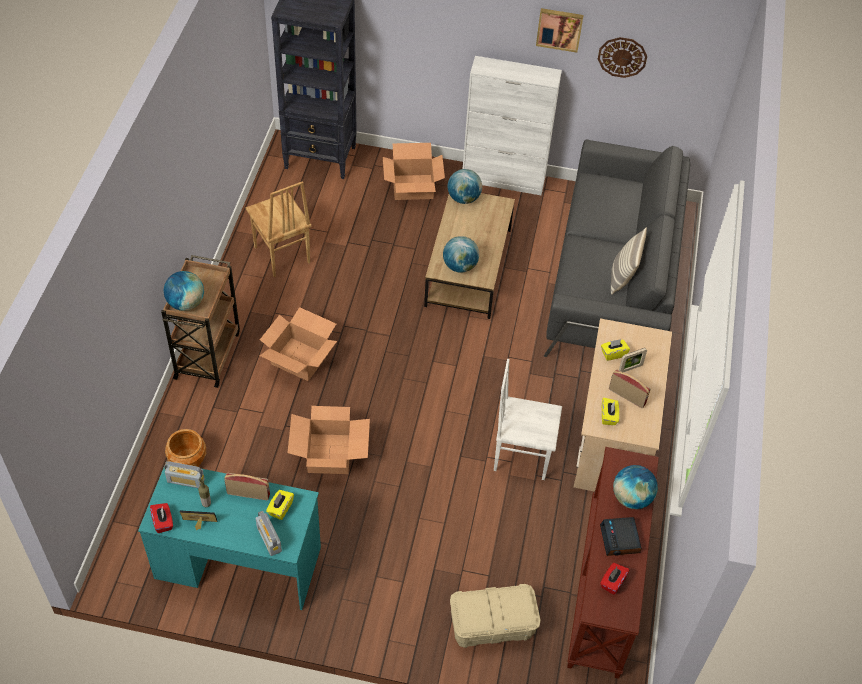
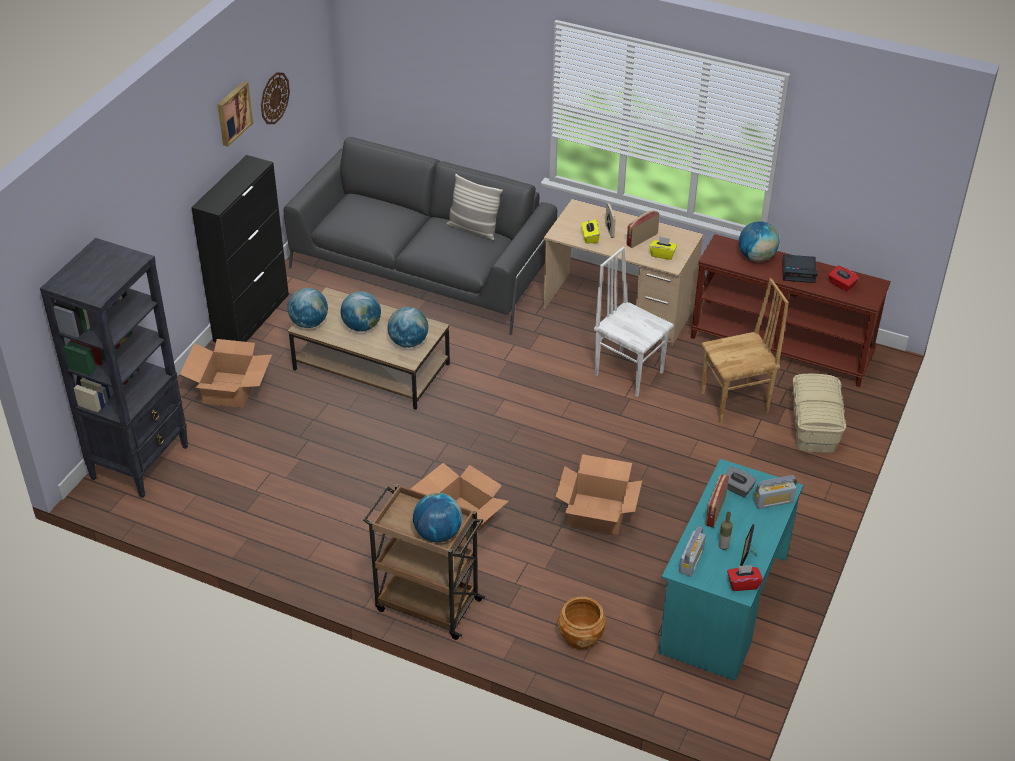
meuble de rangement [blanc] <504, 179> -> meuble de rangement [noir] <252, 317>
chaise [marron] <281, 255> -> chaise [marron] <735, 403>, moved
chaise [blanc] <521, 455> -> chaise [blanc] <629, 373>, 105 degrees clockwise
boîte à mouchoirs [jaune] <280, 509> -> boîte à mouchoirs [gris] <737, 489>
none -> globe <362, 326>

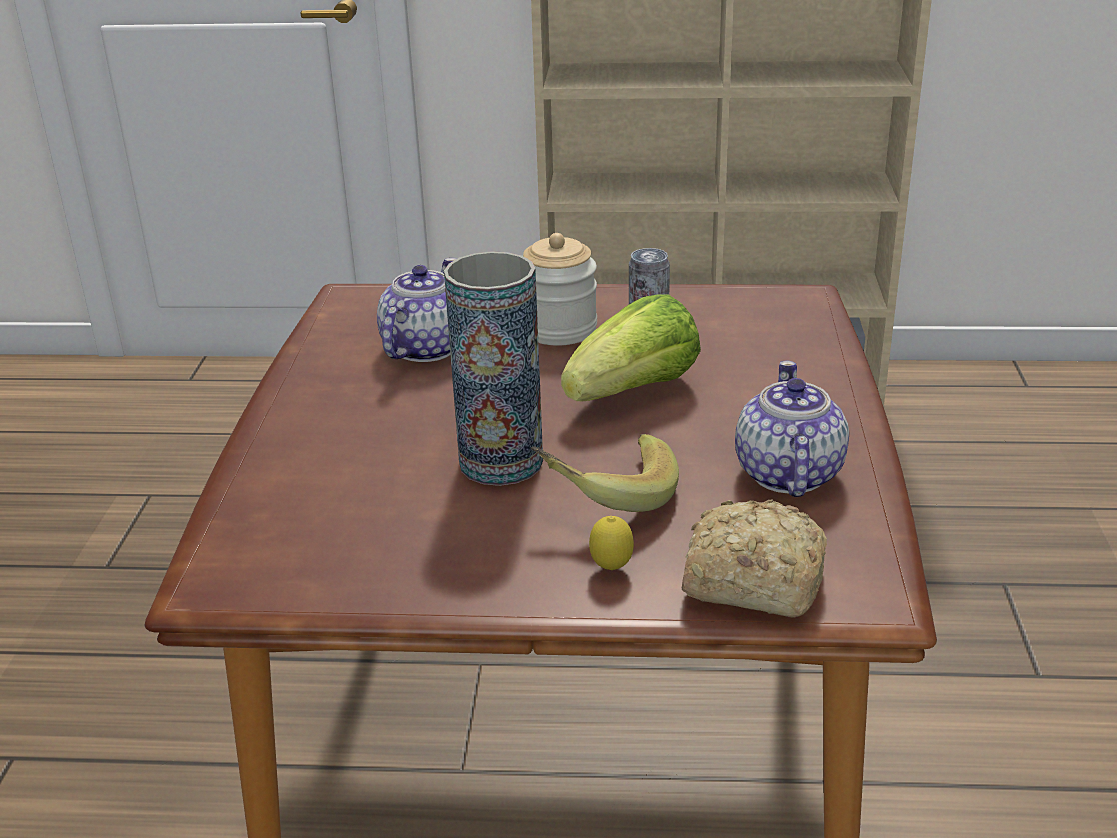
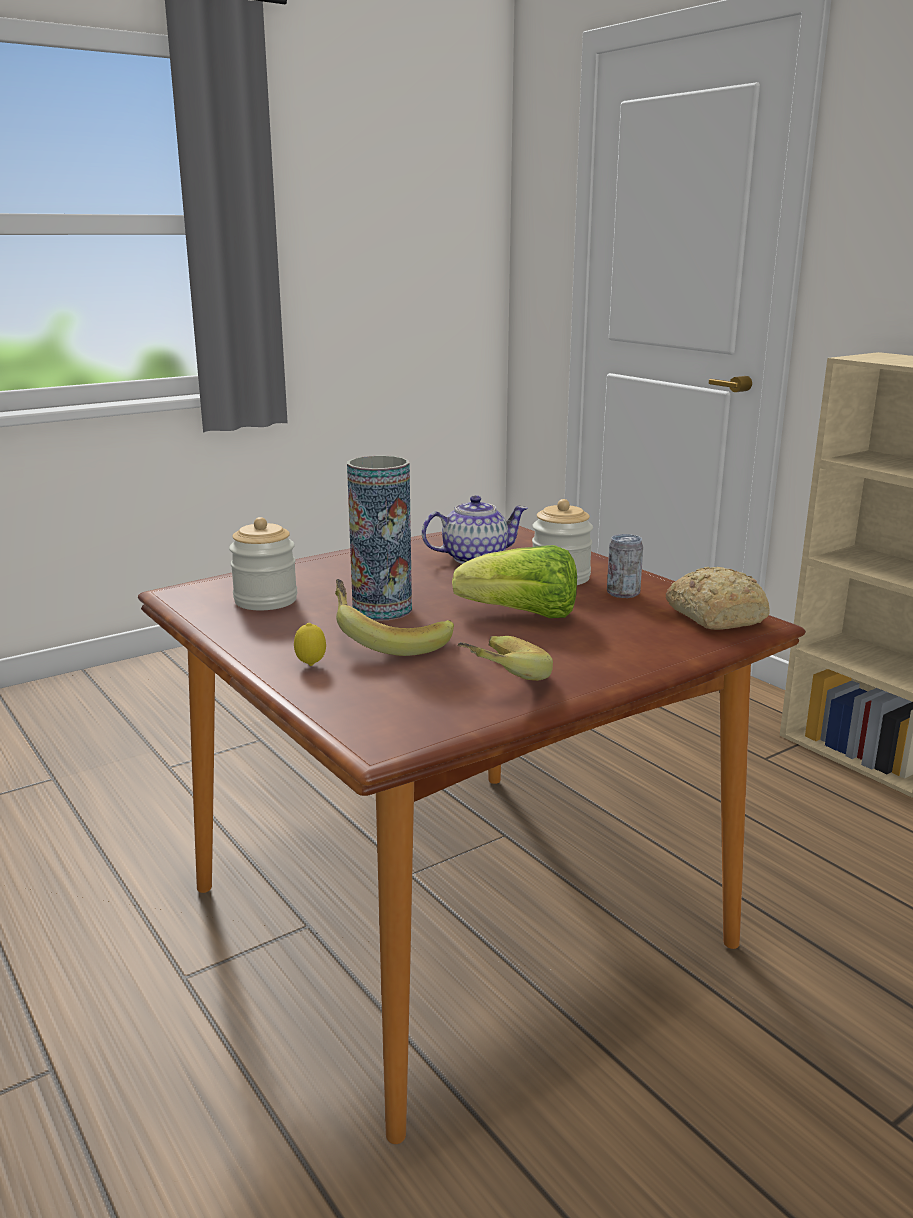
théière <787, 474> -> banane <495, 681>
pain <749, 580> -> pain <716, 616>, moved
none -> bocal <265, 600>

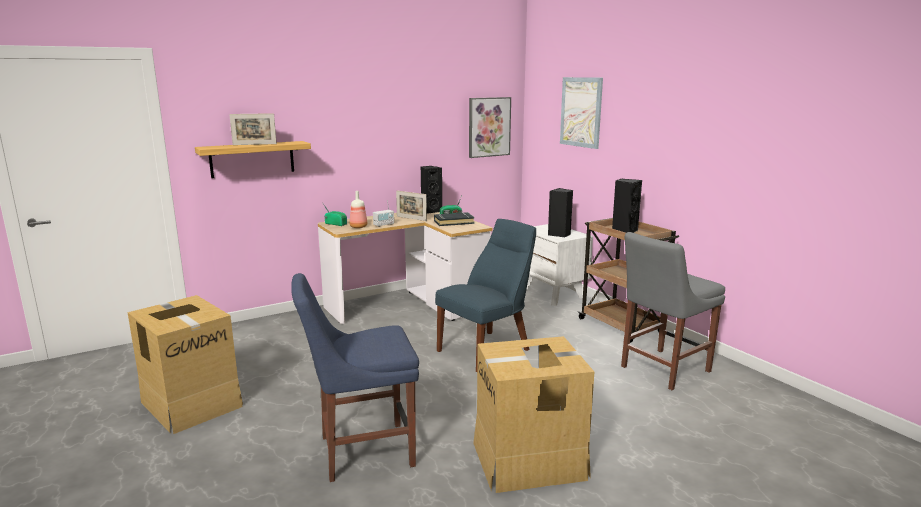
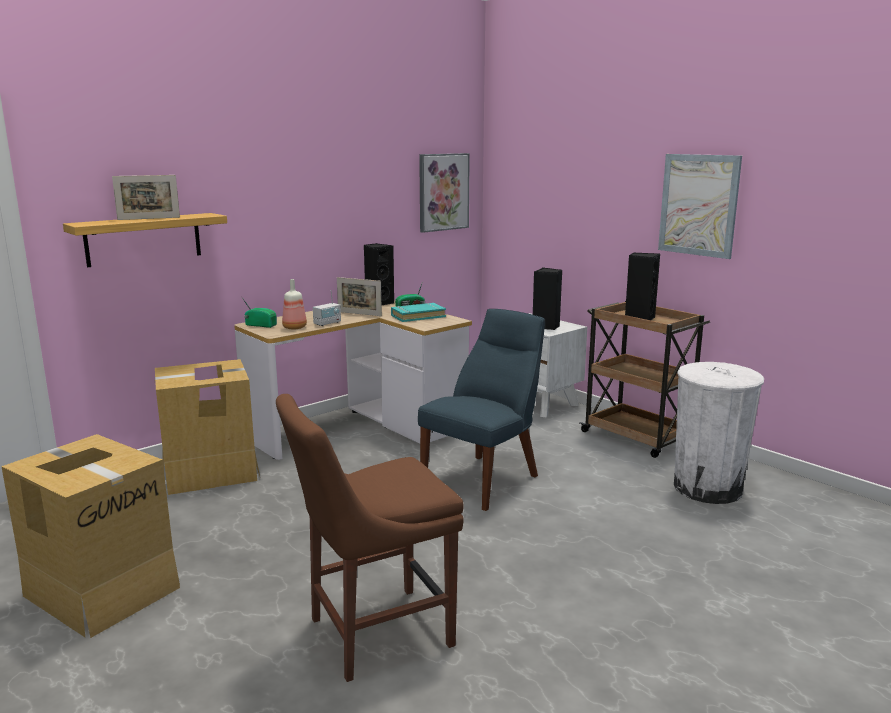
tableau <581, 112> -> tableau <698, 205>, moved
livre [noir] <453, 222> -> livre [turquoise] <418, 316>
chaise [gris] <662, 370> -> poubelle [blanc] <707, 488>
chaise [bleu] <361, 451> -> chaise [marron] <373, 633>
carton <530, 460> -> carton <210, 472>, moved

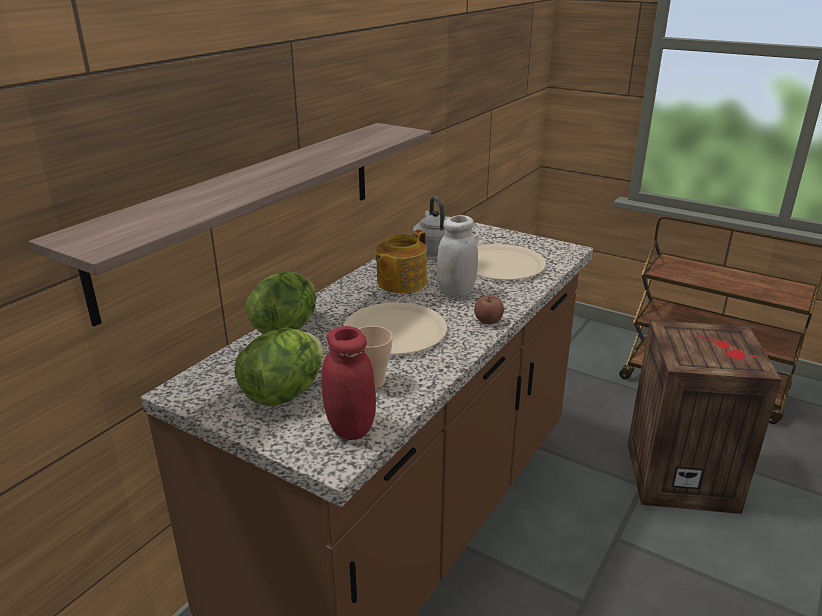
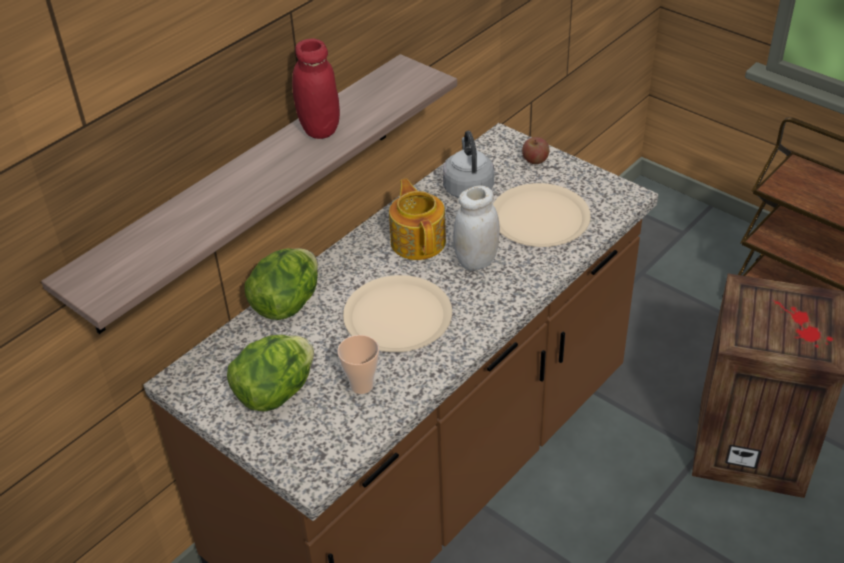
théière <400, 282> -> théière <418, 241>, 120 degrees clockwise
pomme <488, 320> -> pomme <535, 160>, moved
bocal [rouge] <350, 428> -> bocal [rouge] <319, 129>, moved

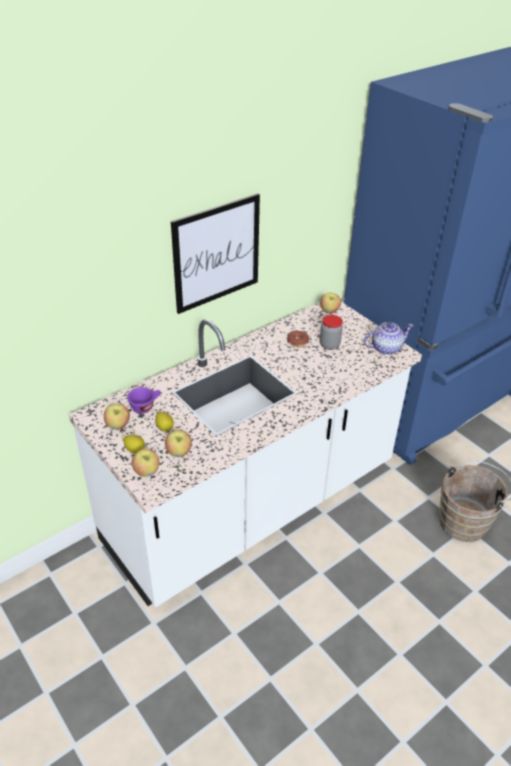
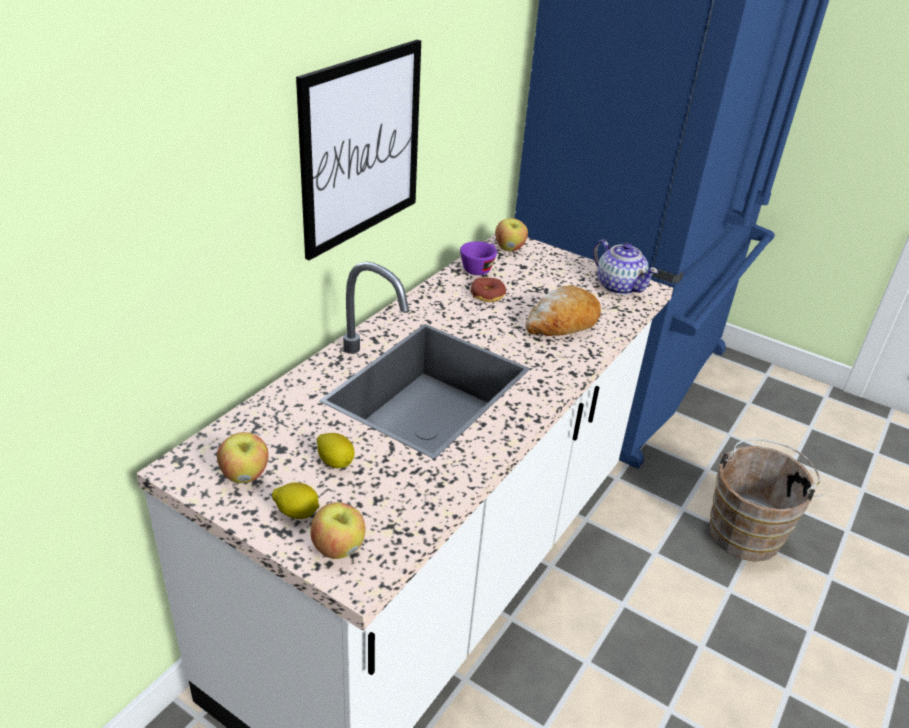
bocal <329, 345> -> none
théière <385, 348> -> théière <619, 286>, 90 degrees clockwise
tasse [violet] <145, 406> -> tasse [violet] <479, 268>, moved
pomme <179, 452> -> none
none -> pain <561, 324>

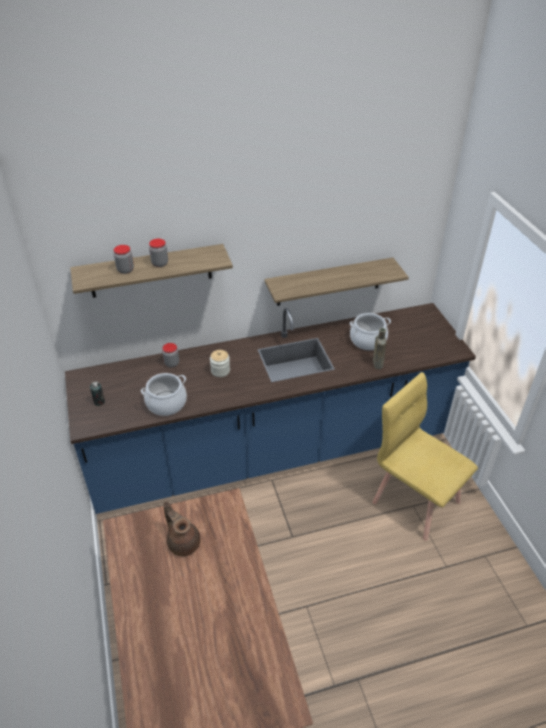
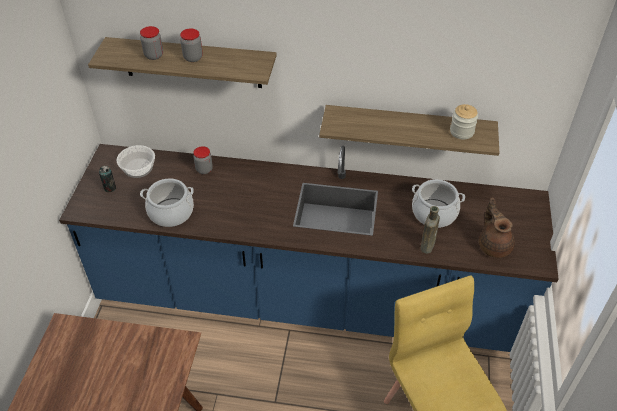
bocal <220, 371> -> bocal <461, 132>, moved
théière [marron] <183, 542> -> théière [marron] <494, 245>, moved
none -> bol <138, 168>

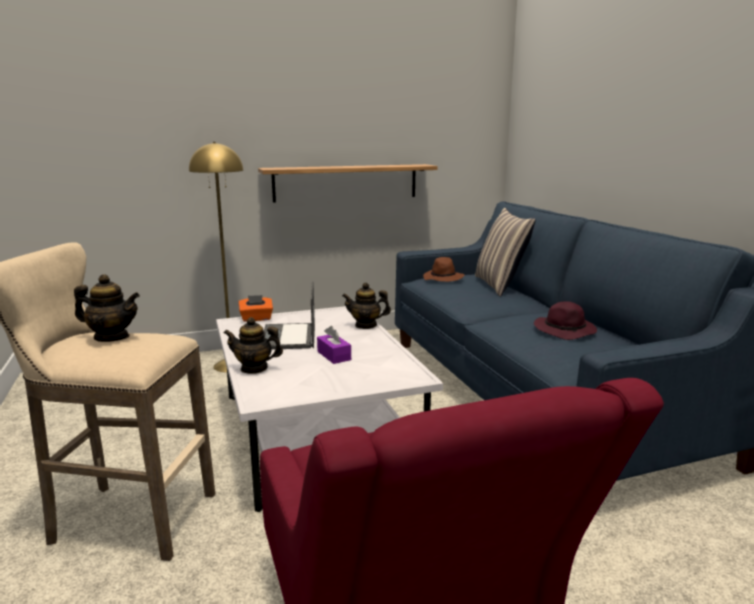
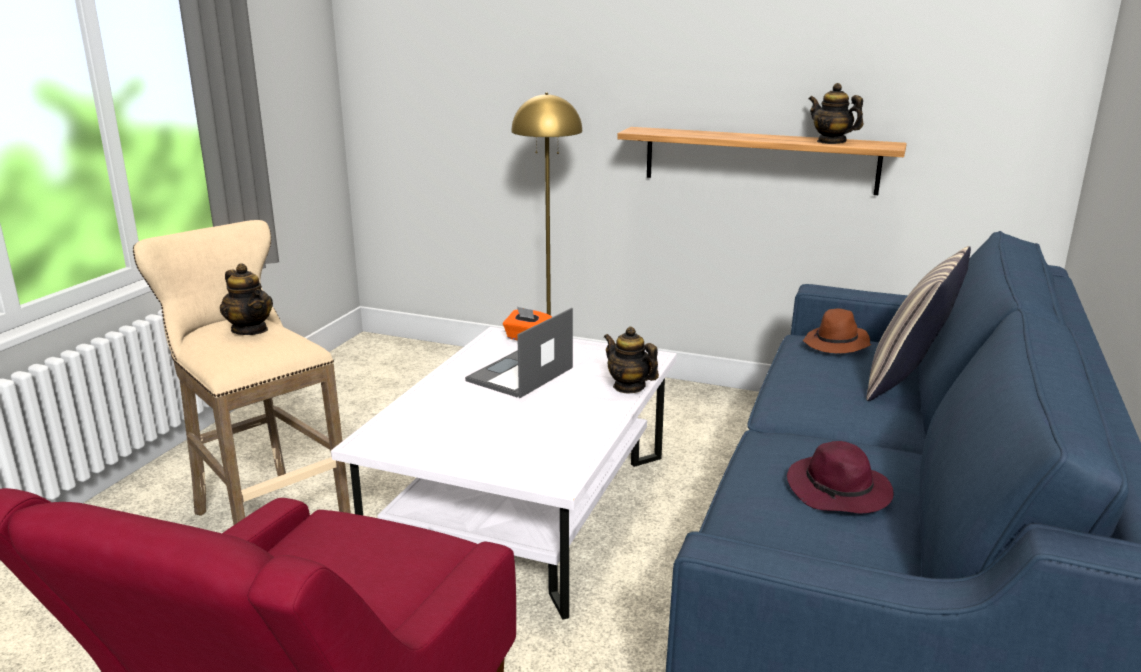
théière <254, 368> -> théière <831, 142>, moved
boîte à mouchoirs [violet] <334, 355> -> none

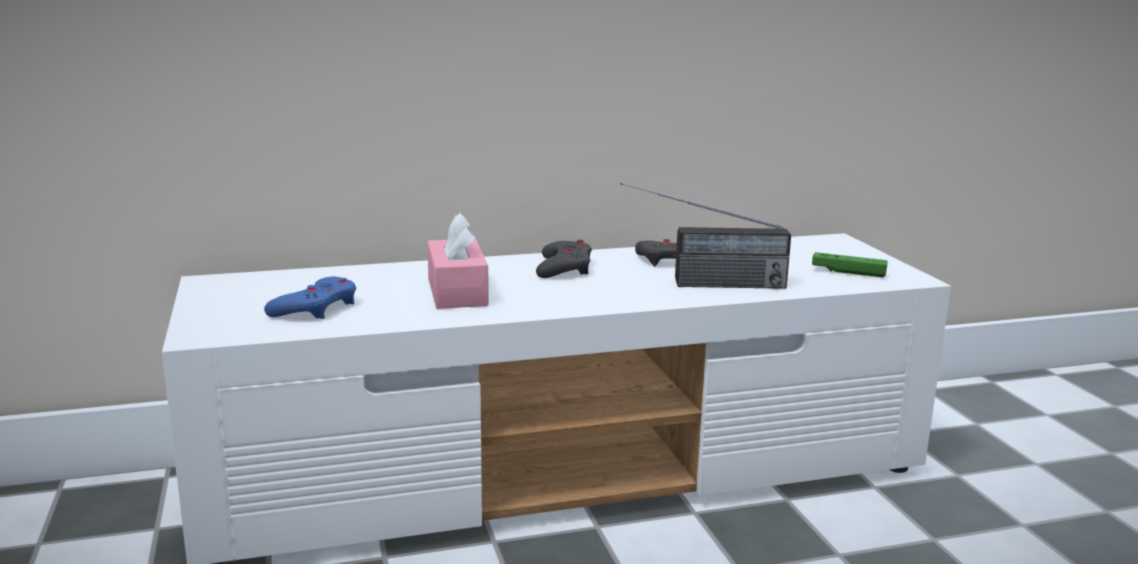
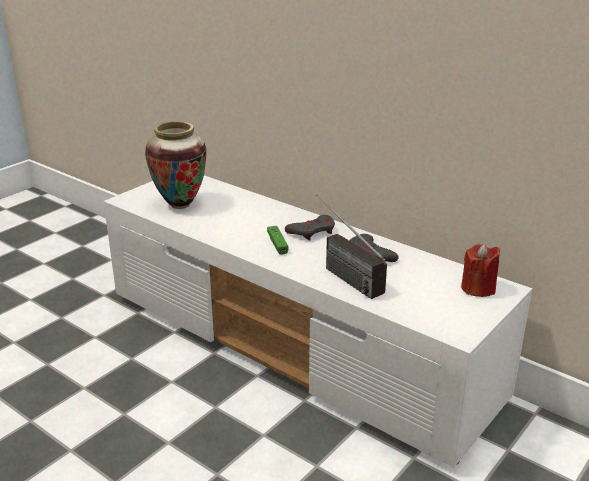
boîte à mouchoirs [rose] <457, 292> -> none
manette [vert] <848, 272> -> manette [vert] <277, 244>, moved
manette [bleu] <316, 307> -> vase <180, 205>
none -> bougie [rouge] <478, 288>

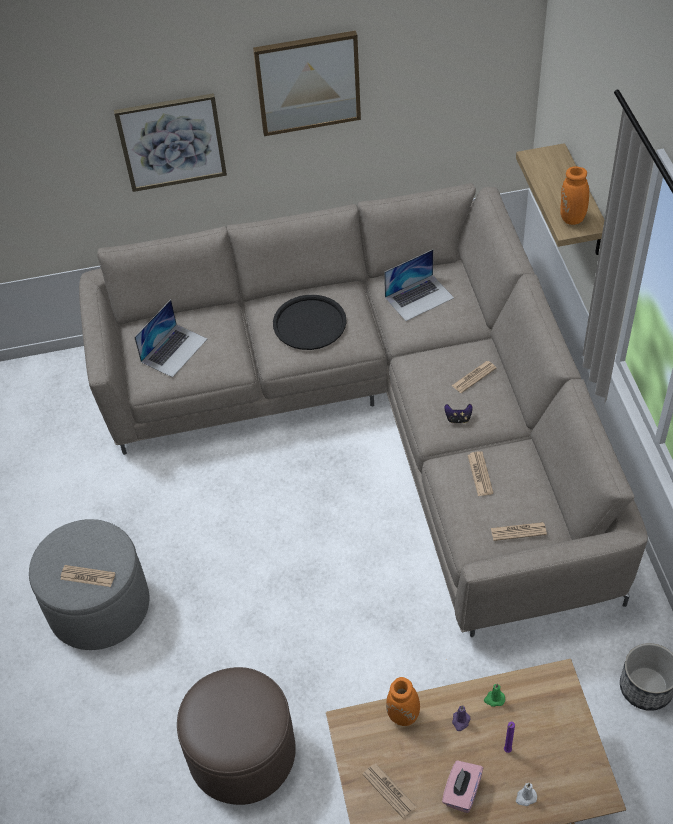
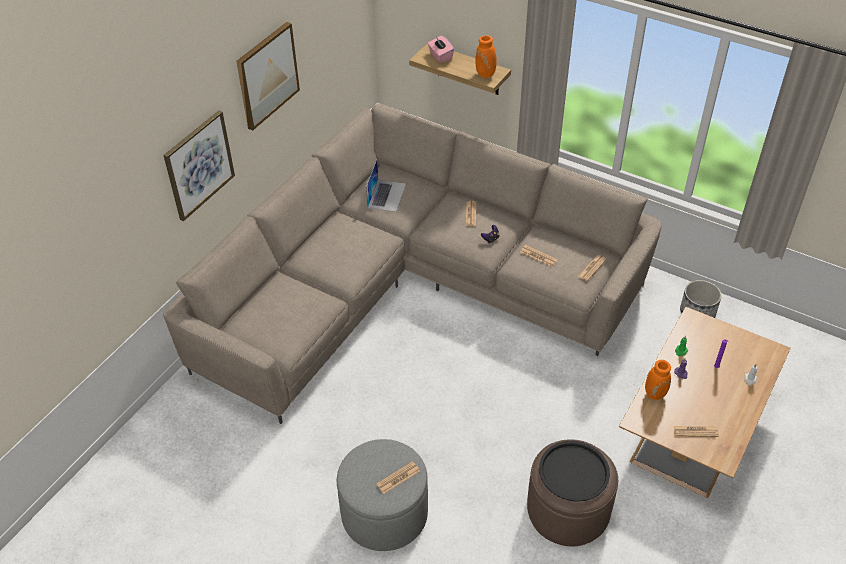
plateau [noir] <309, 323> -> plateau [noir] <574, 471>, moved
ordinateur portable <174, 350> -> none
boîte à mouchoirs [rose] <461, 792> -> boîte à mouchoirs [rose] <440, 56>, moved

